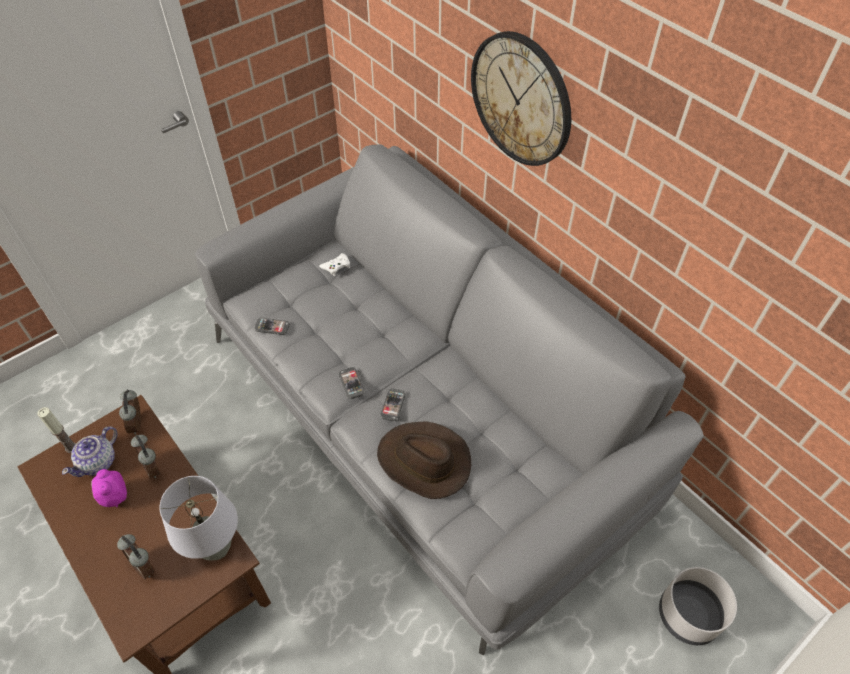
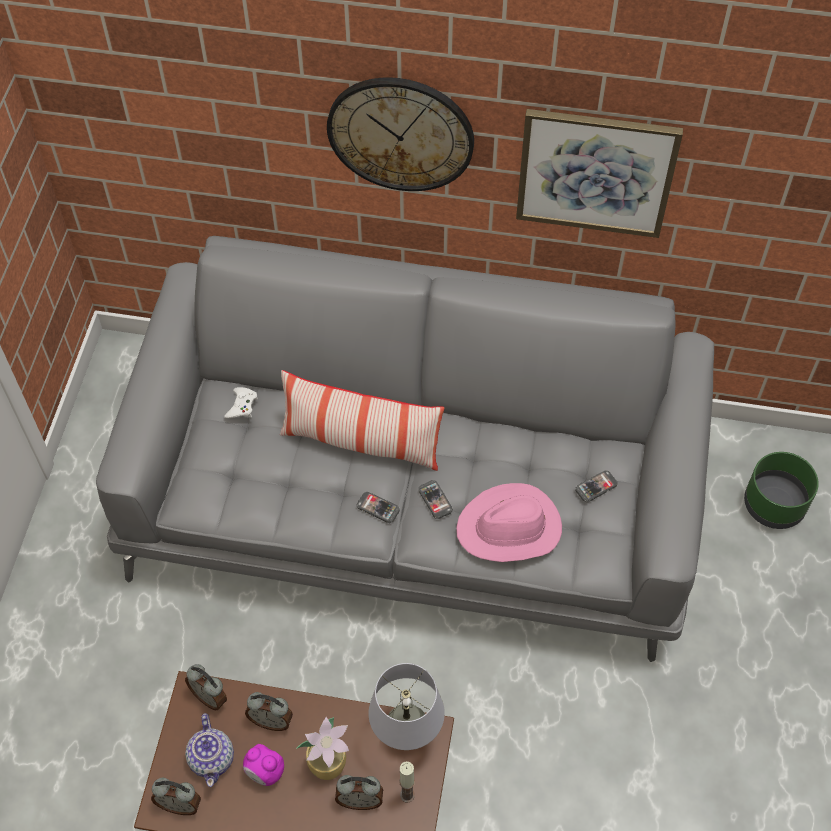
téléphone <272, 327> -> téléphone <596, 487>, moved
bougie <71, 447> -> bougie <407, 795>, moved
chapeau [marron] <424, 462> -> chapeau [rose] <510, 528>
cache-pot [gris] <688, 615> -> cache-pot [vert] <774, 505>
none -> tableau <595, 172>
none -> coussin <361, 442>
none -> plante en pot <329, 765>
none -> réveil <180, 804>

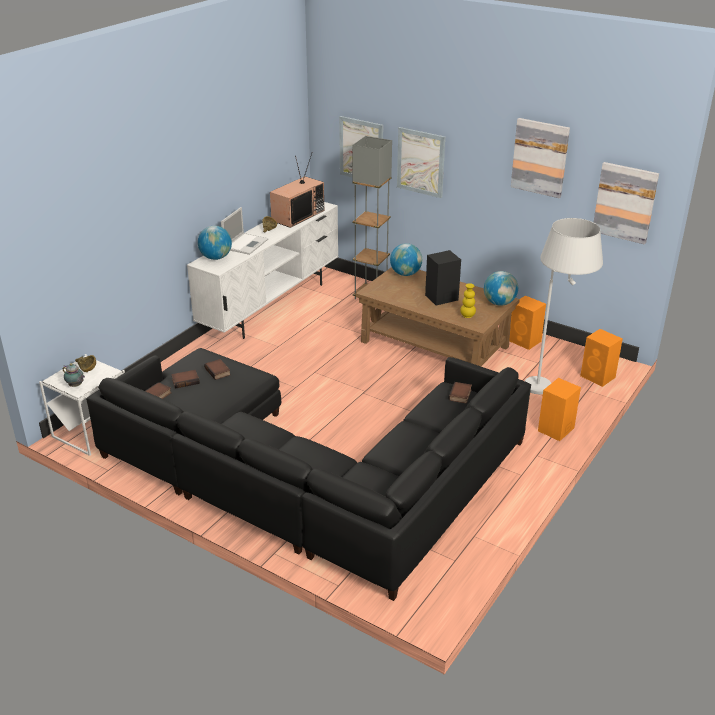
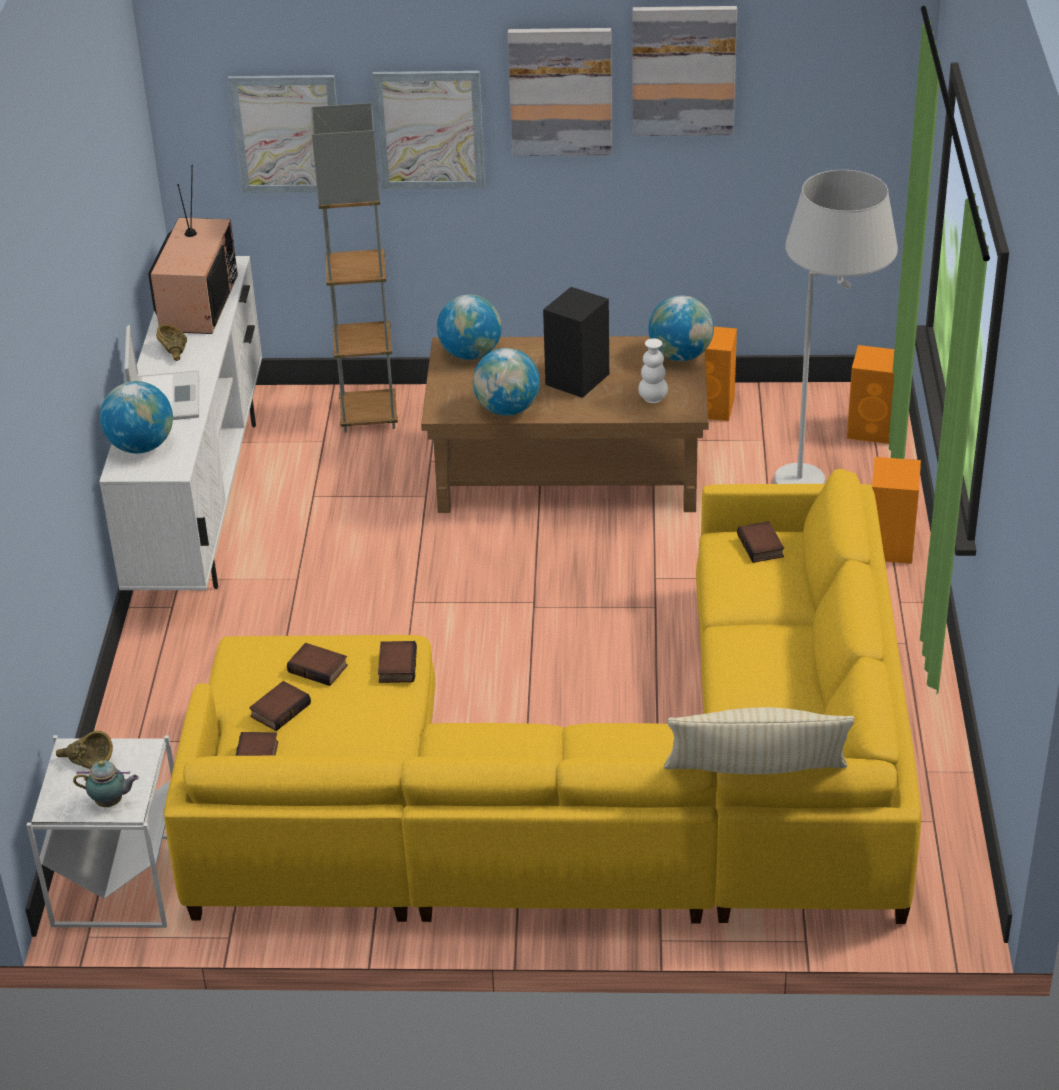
tableau <625, 202> -> tableau <560, 91>, moved
vase [jaune] <467, 316> -> vase [blanc] <653, 399>
canapé [noir] <308, 475> -> canapé [jaune] <587, 789>
none -> globe <507, 409>
none -> livre <396, 666>
none -> coussin [beige] <756, 777>

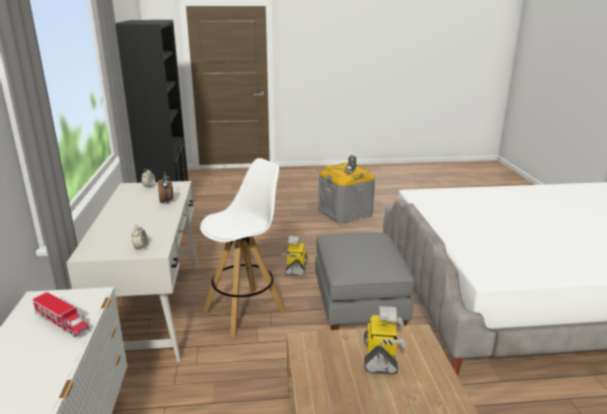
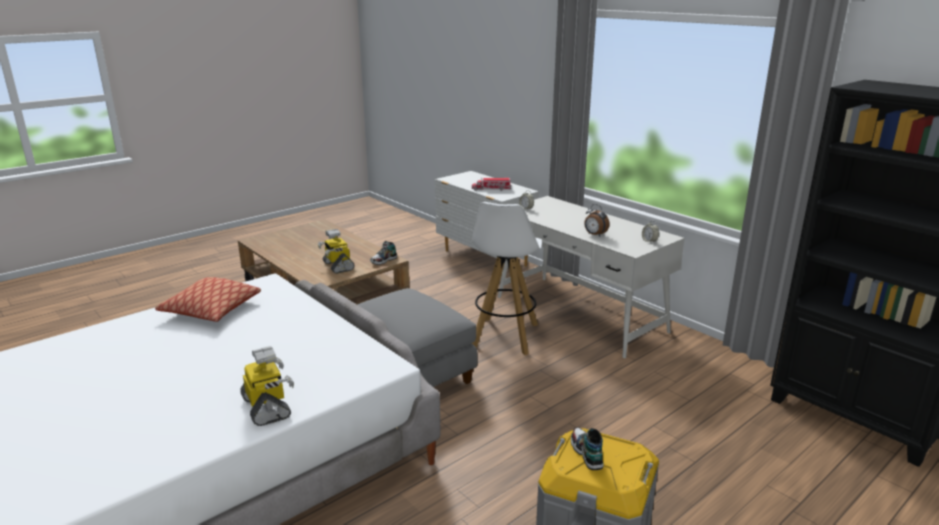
robot jouet <295, 268> -> robot jouet <267, 407>, moved
none -> chaussure <384, 261>
none -> coussin <211, 309>

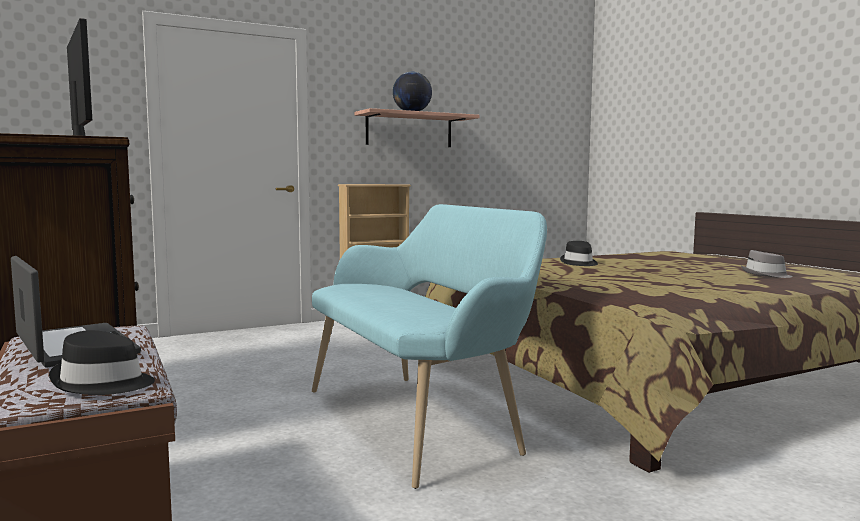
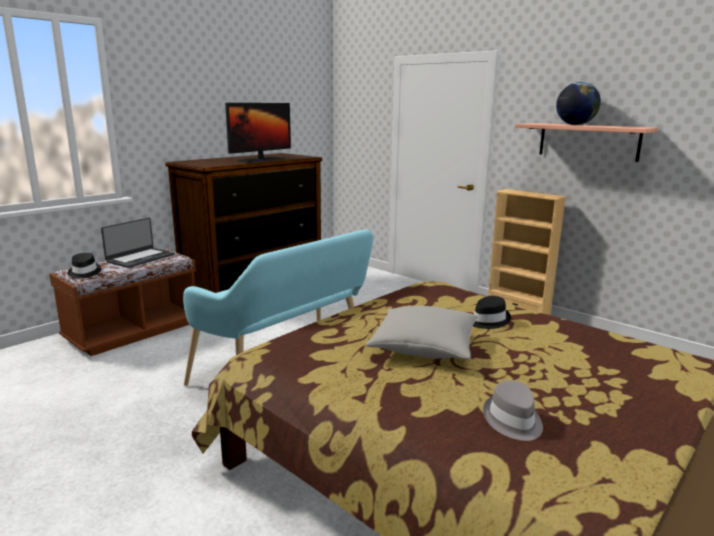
none -> coussin [gris] <424, 347>

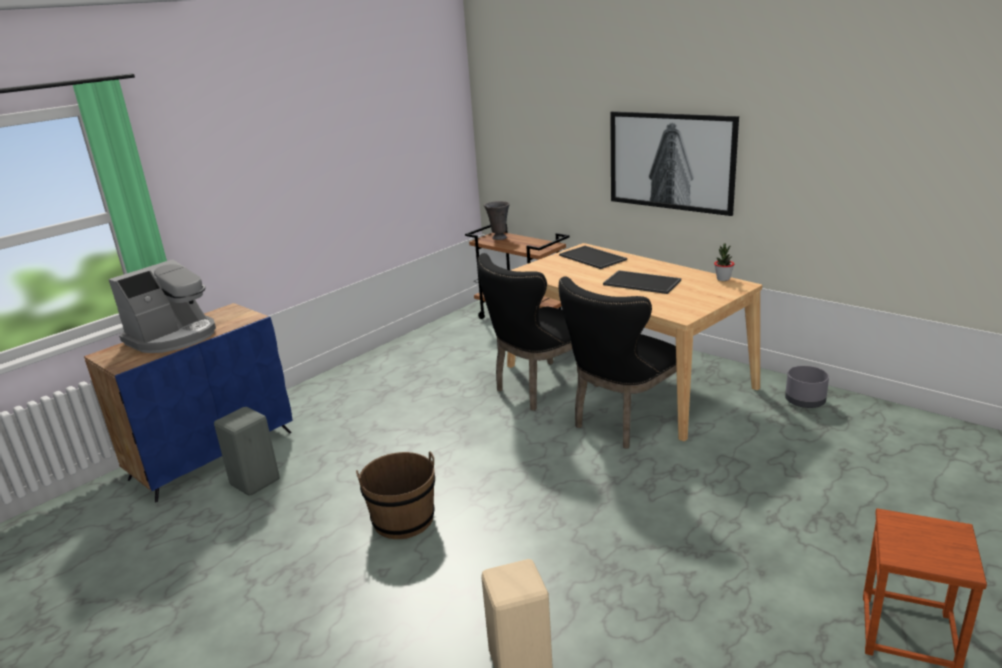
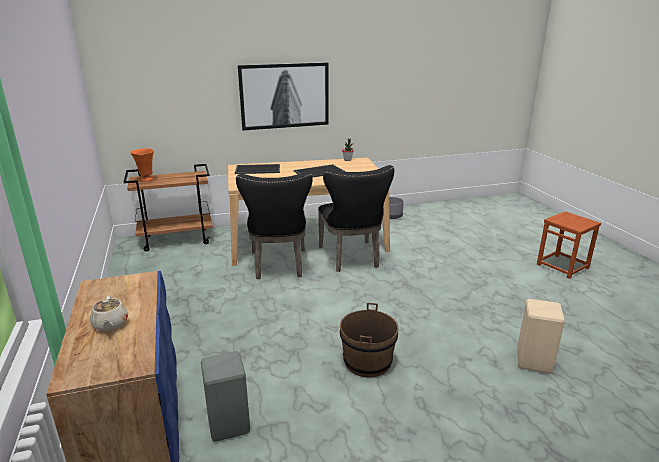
vase [gris] <499, 238> -> vase [orange] <146, 180>
machine à café <173, 337> -> théière [beige] <110, 324>

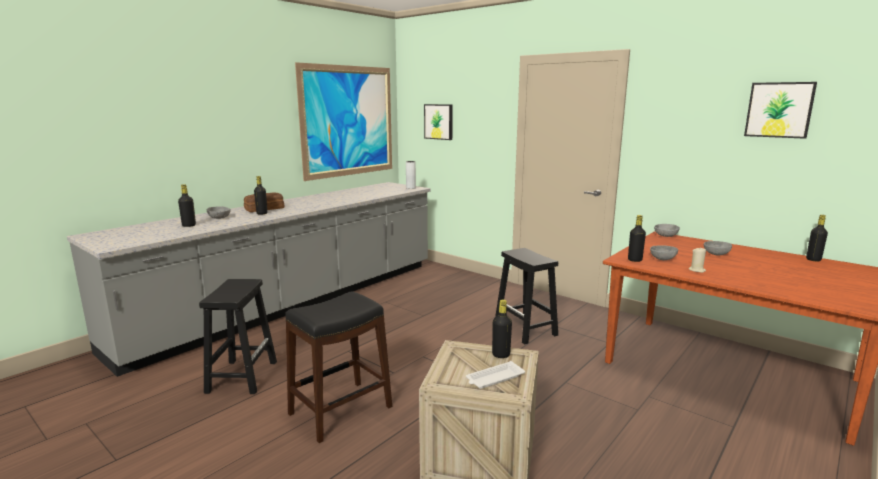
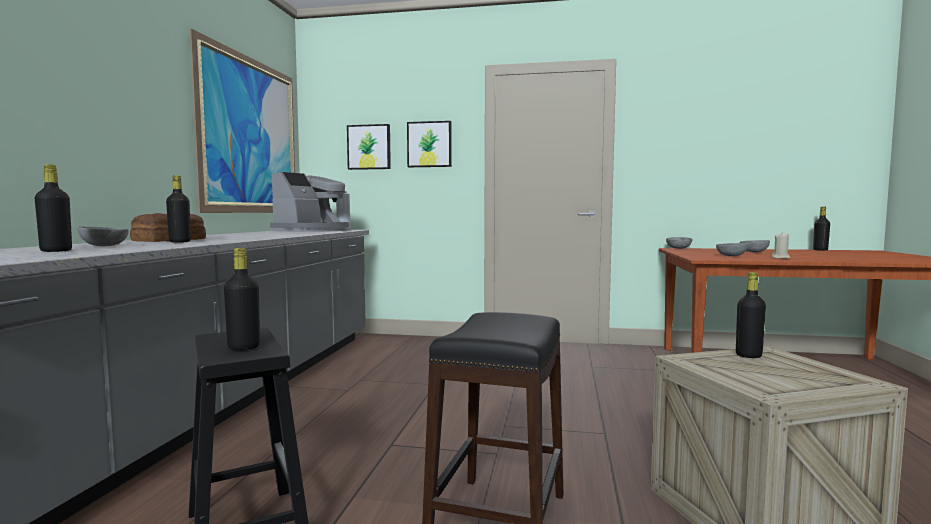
tableau <779, 110> -> tableau <429, 144>, moved
bouteille [noir] <634, 260> -> bouteille [noir] <244, 347>, moved
tabouret [noir] <526, 330> -> none
plateau [blanc] <494, 379> -> none
none -> machine à café <313, 231>

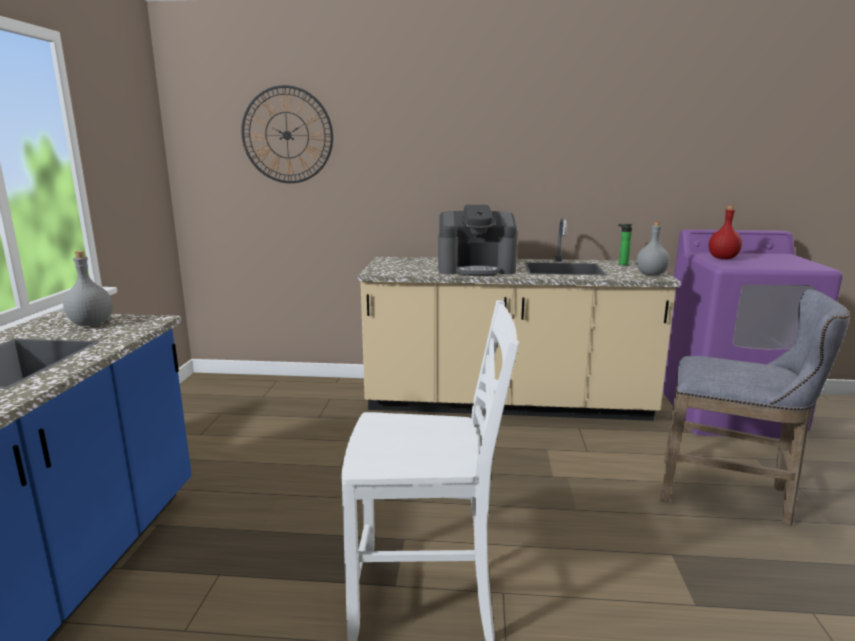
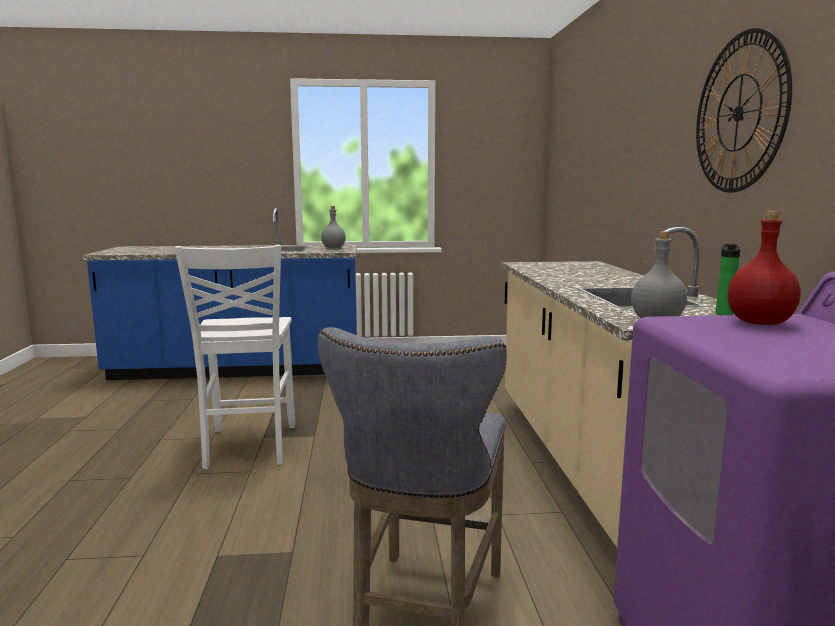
horloge murale <287, 135> -> horloge murale <739, 113>, moved
machine à café <476, 269> -> none

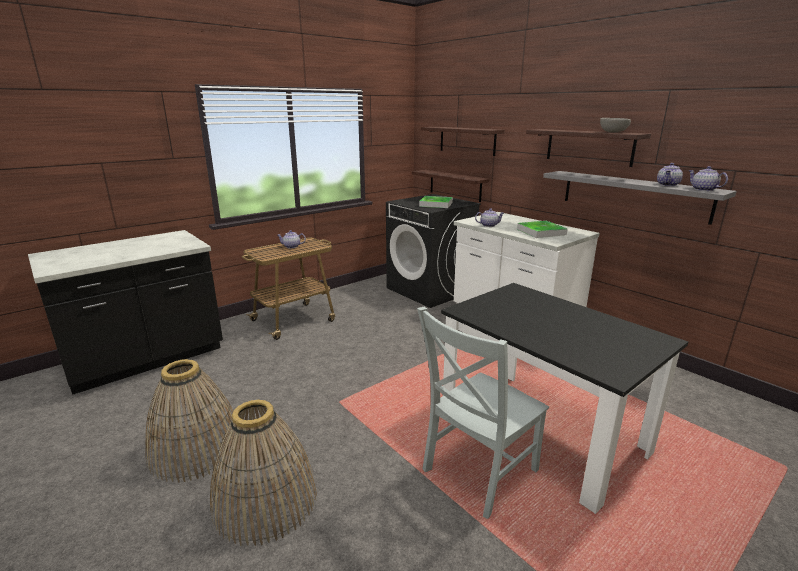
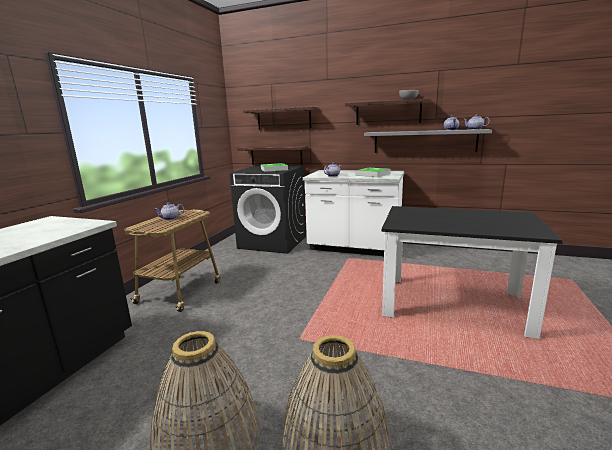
chaise [gris] <477, 473> -> none

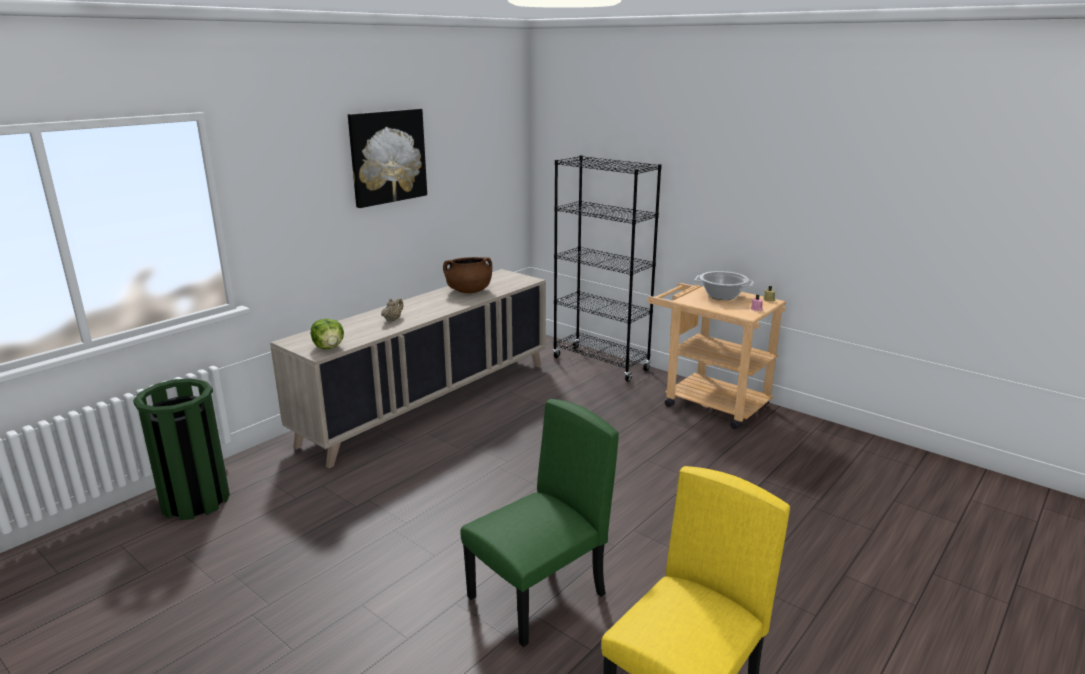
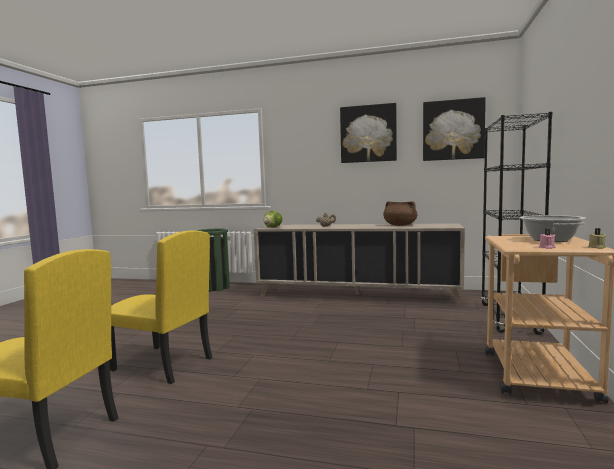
chaise [vert] <538, 596> -> chaise [jaune] <162, 364>
none -> tableau <453, 130>

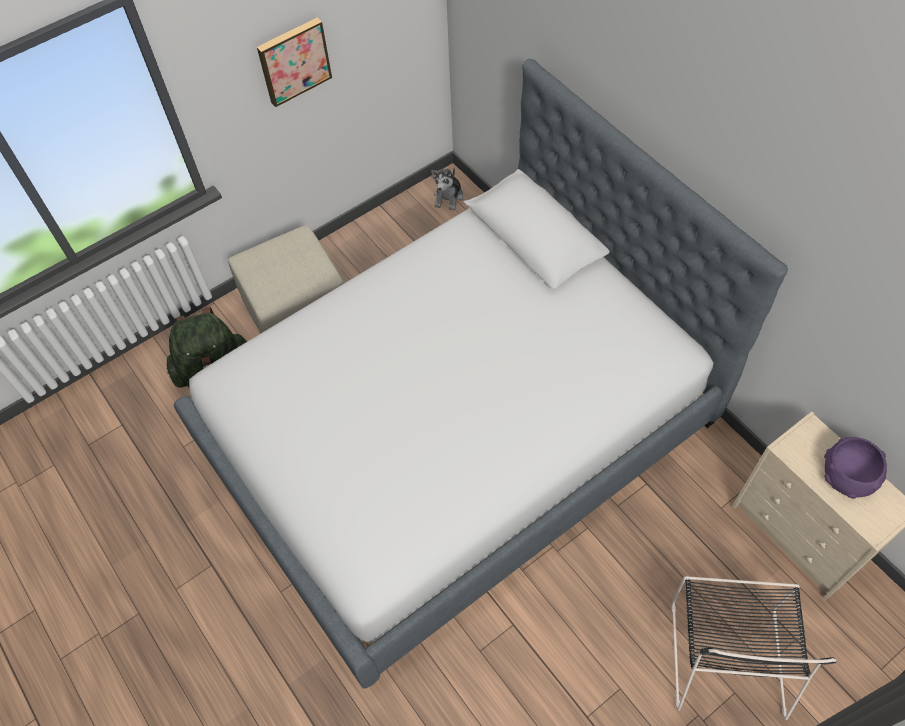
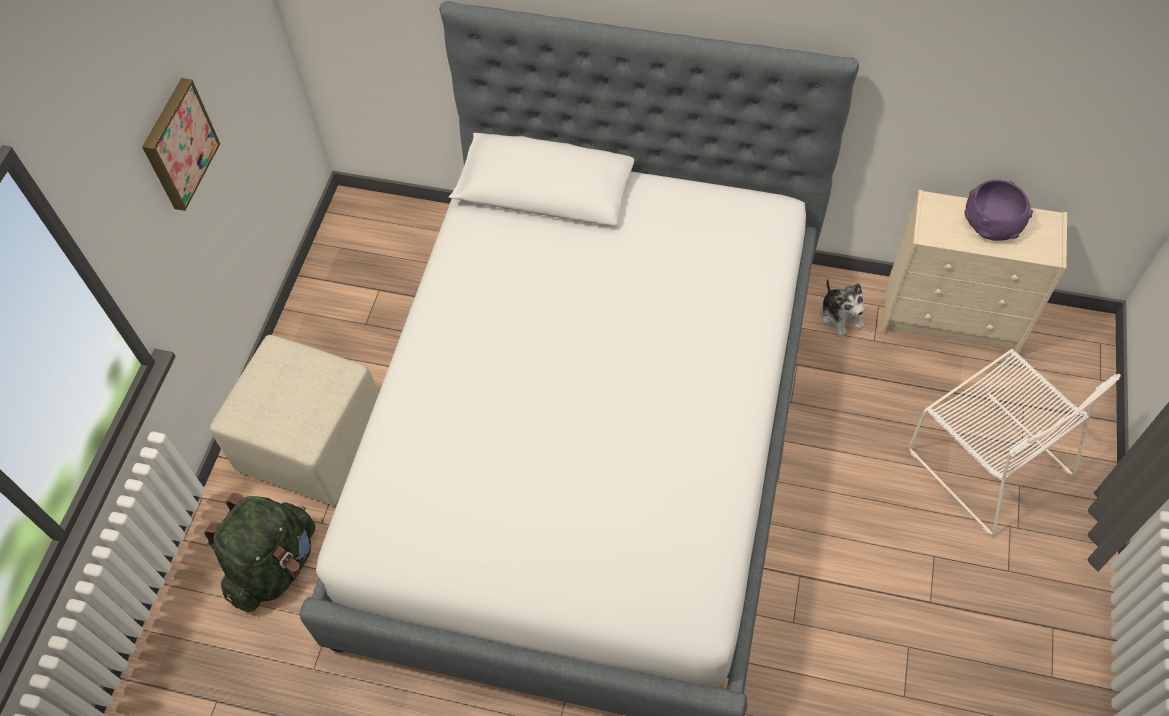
peluche <448, 197> -> peluche <840, 316>, moved
chaise [noir] <726, 653> -> chaise [blanc] <985, 458>

